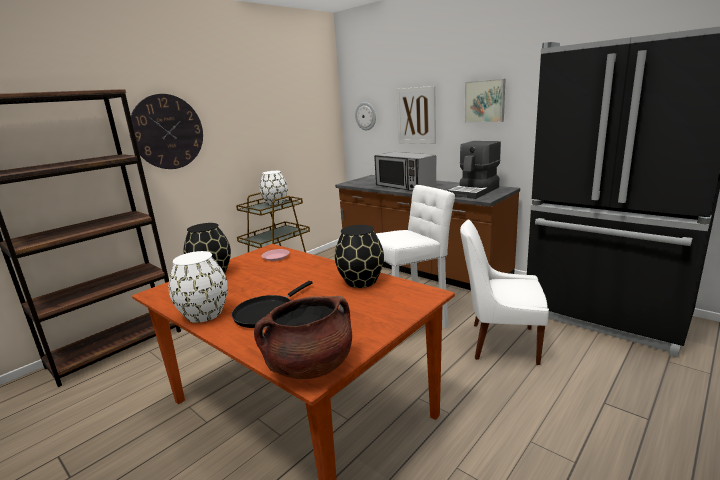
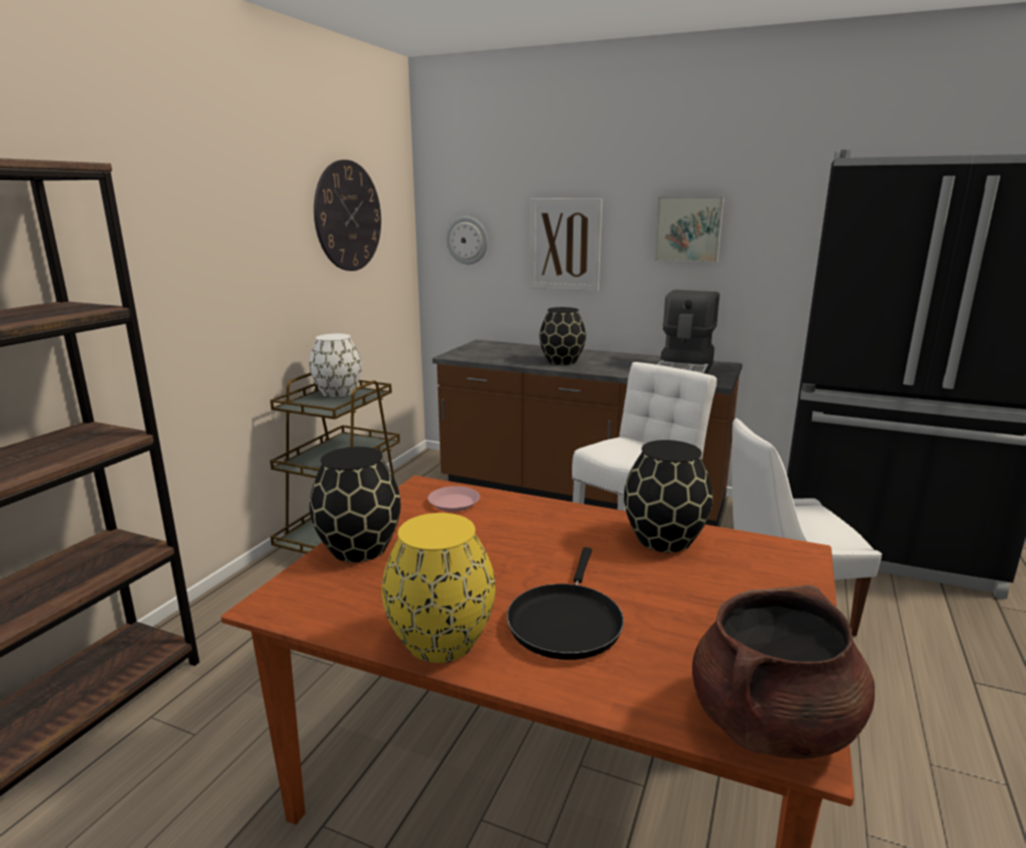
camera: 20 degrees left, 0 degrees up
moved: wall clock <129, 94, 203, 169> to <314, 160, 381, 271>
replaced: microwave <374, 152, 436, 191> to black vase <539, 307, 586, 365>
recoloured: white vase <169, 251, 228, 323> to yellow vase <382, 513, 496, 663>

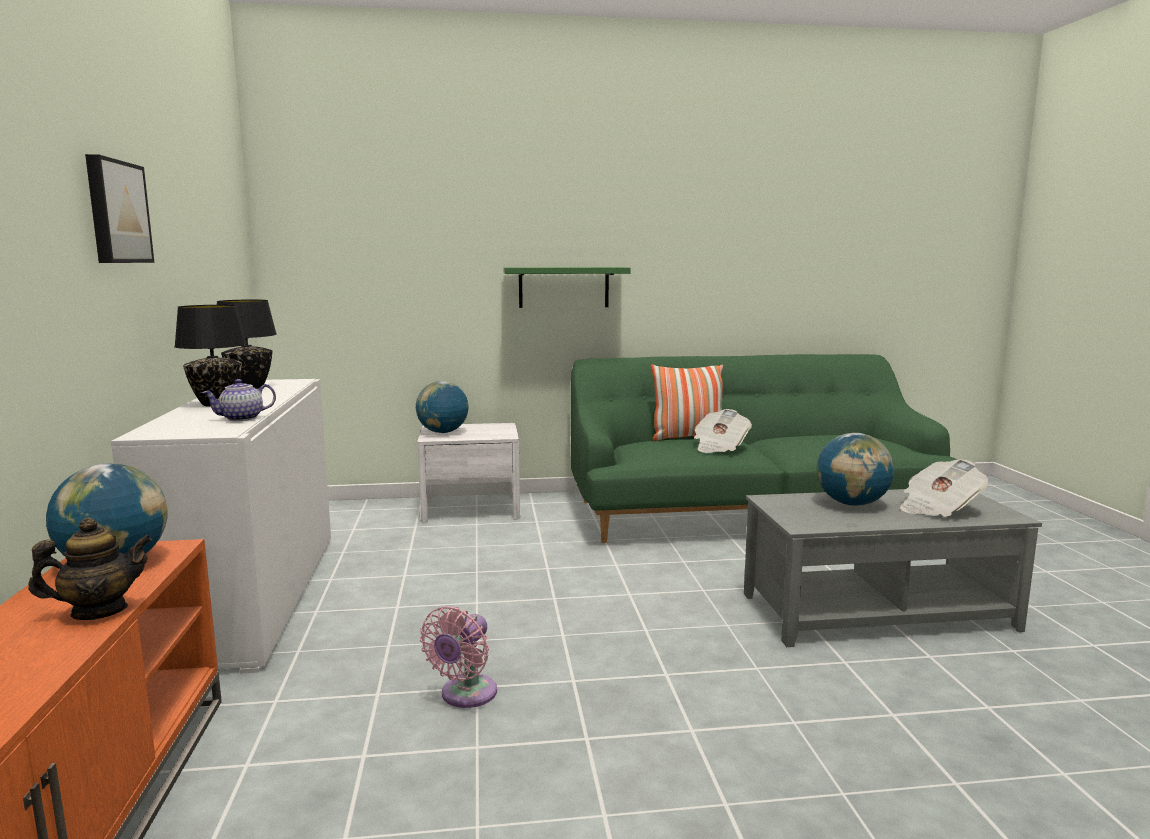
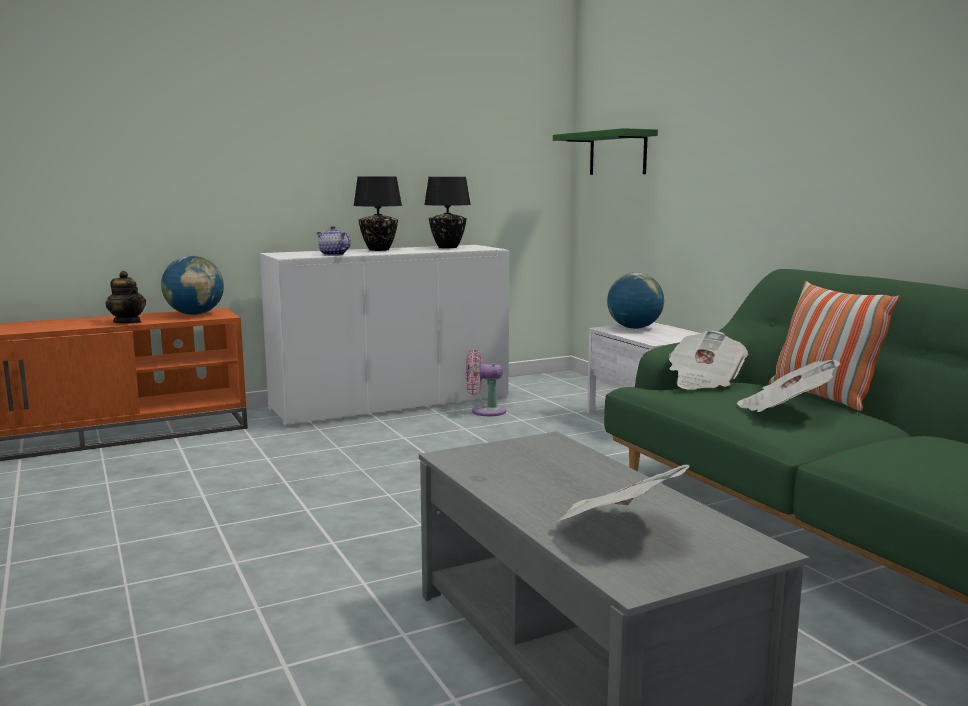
camera: 70 degrees right, 0 degrees up
removed: picture <85, 154, 155, 263>; globe <817, 433, 894, 506>
added: newspaper <668, 330, 748, 390>
moved: pink fan <420, 606, 497, 708> to <466, 349, 506, 416>; green shelf <503, 267, 631, 308> to <553, 128, 658, 175>

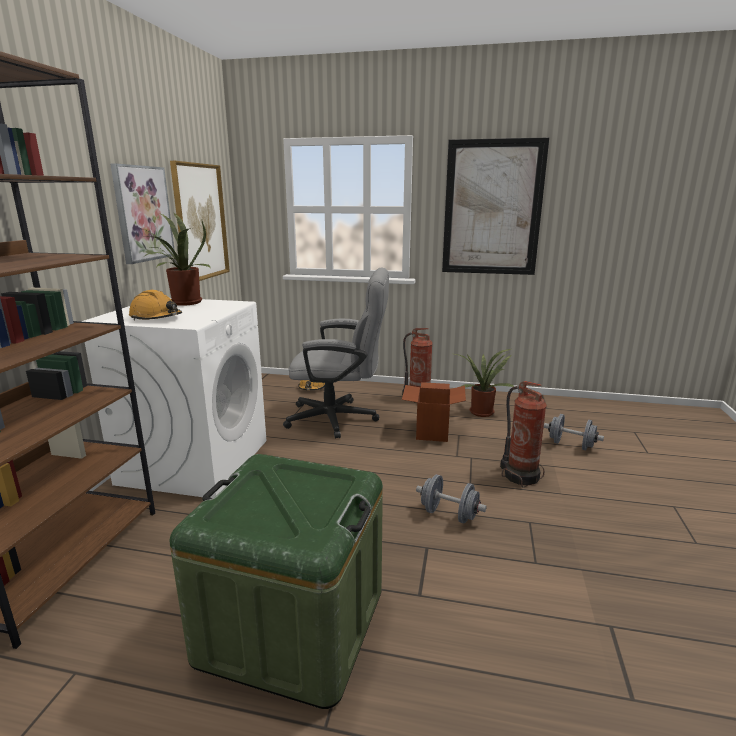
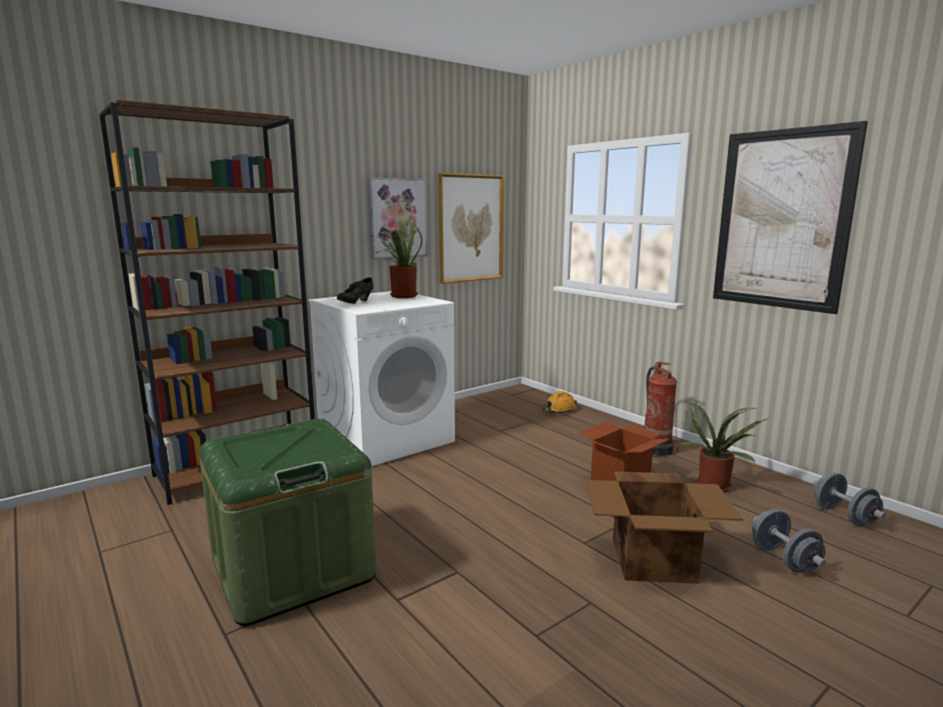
camera: 40 degrees right, 5 degrees down
removed: grey office chair <283, 268, 389, 438>
moved: grey dumbbell <416, 474, 487, 524> to <813, 473, 886, 526>
replaced: orange hard hat <129, 290, 182, 321> to black shoe <336, 277, 373, 304>; fire extinguisher <500, 381, 547, 487> to cardboard box <586, 472, 743, 584>

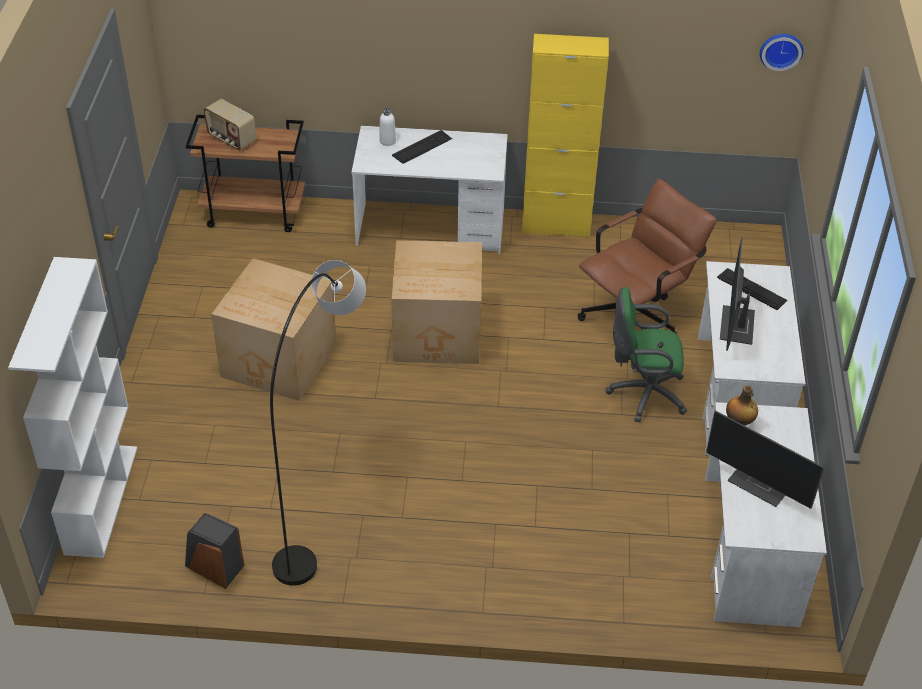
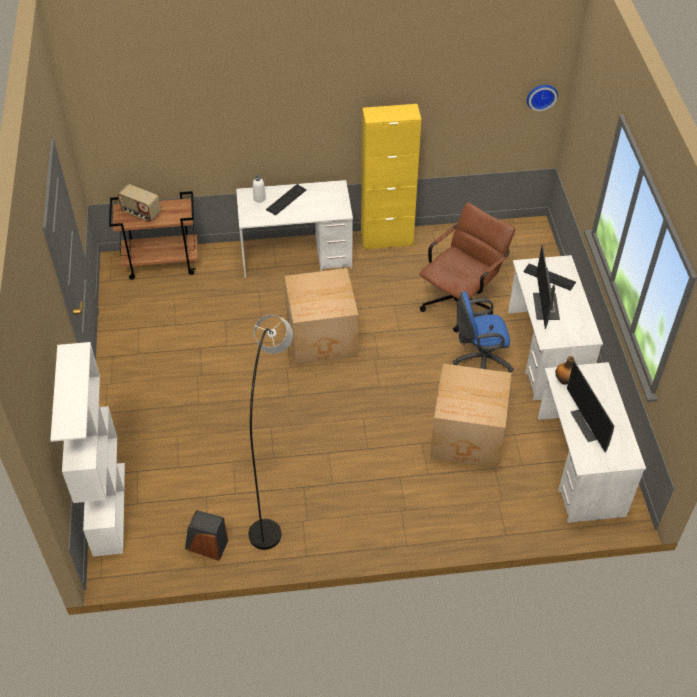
camera: 10 degrees left, 5 degrees up
moved: cardboard box <211, 258, 336, 401> to <430, 363, 511, 468>
recoloured: green office chair <606, 287, 687, 422> to blue office chair <453, 291, 514, 373>
turned: monitor <706, 410, 824, 509> = <567, 361, 614, 452> 45 degrees clockwise

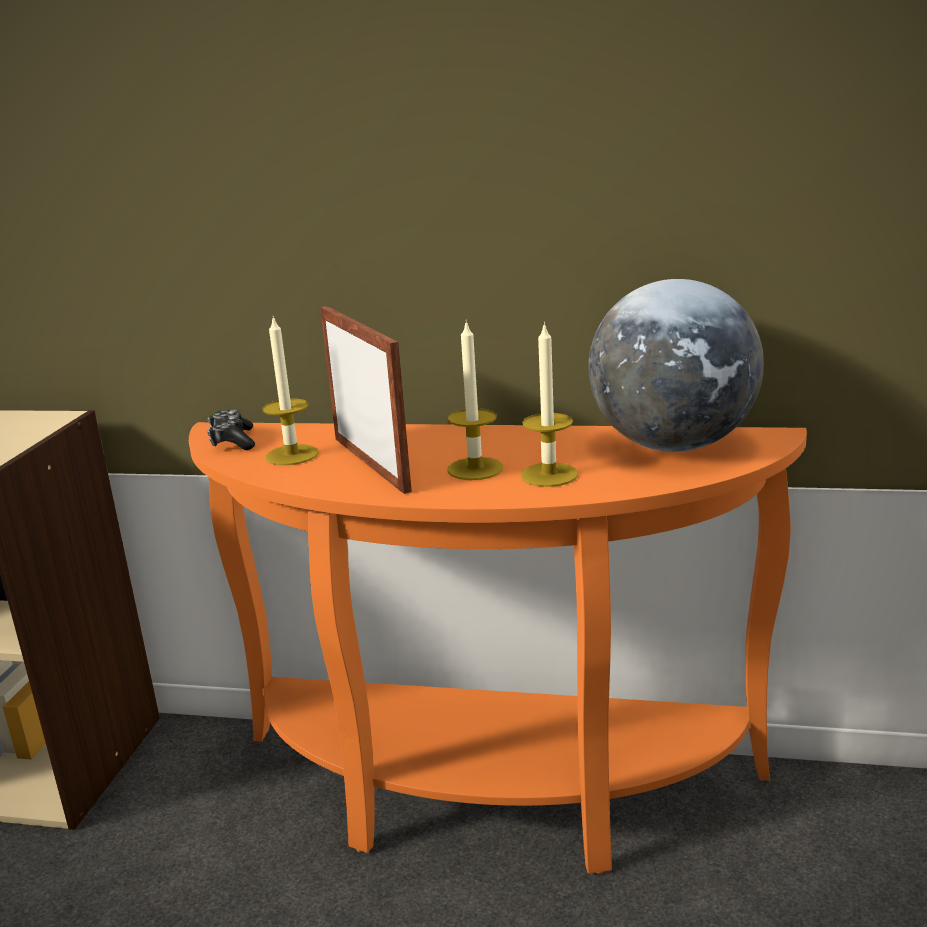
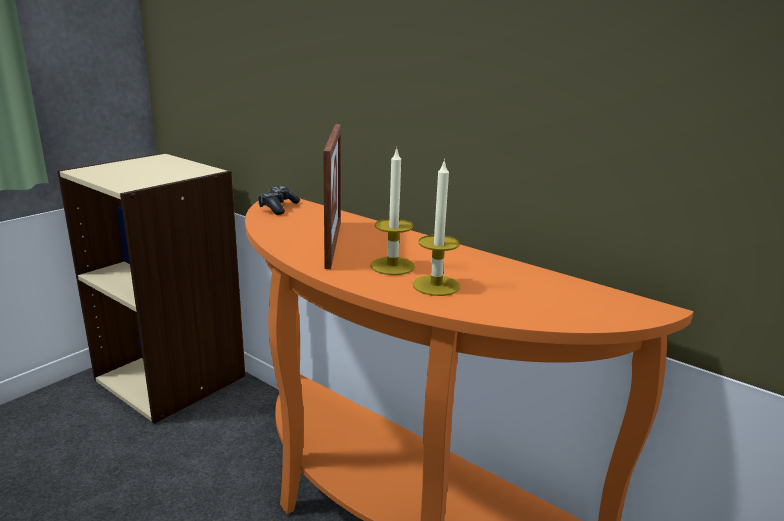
camera: 25 degrees right, 0 degrees up
removed: candle <262, 316, 319, 465>; globe <588, 279, 764, 452>

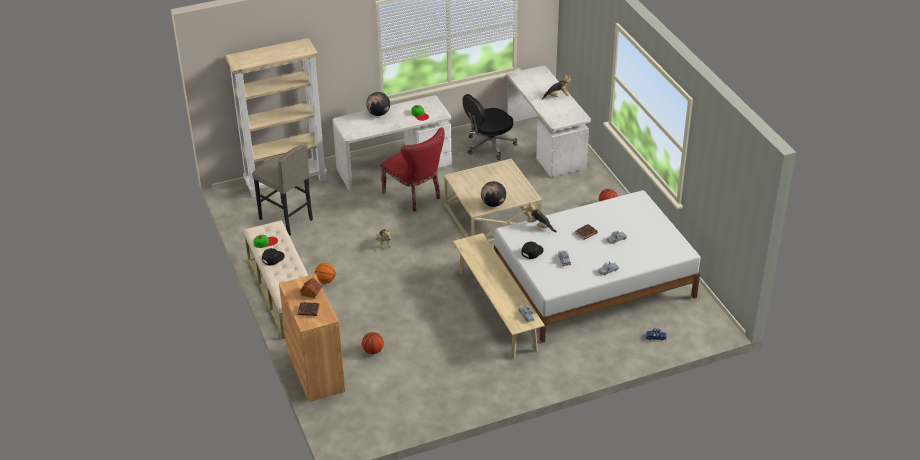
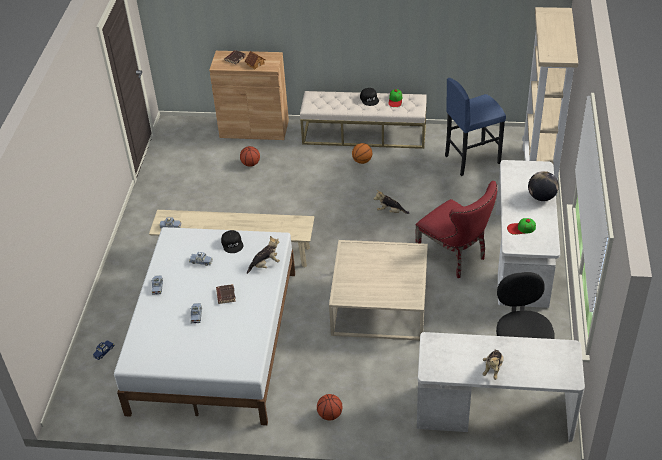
camera: 120 degrees right, 5 degrees up
removed: globe <481, 181, 506, 207>
recoloured: grey stool <252, 145, 313, 236> to blue stool <445, 78, 506, 176>
turned: red chair <380, 127, 445, 212> = <415, 181, 497, 278> 120 degrees counterclockwise

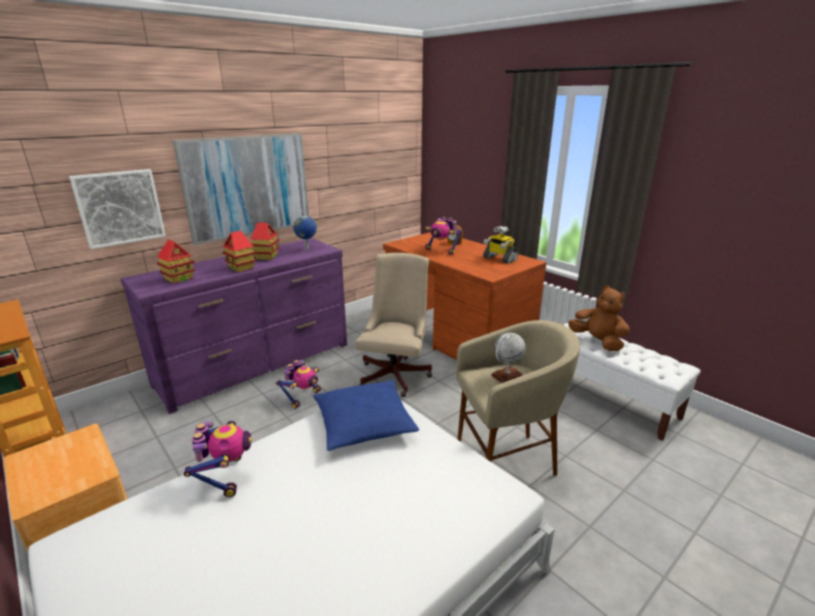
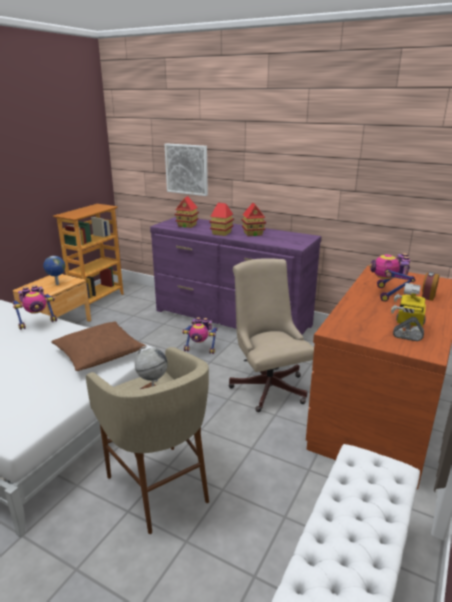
camera: 70 degrees right, 0 degrees up
removed: picture <173, 133, 309, 245>; brown plush toy <568, 285, 629, 351>
moved: globe <293, 216, 317, 250> to <43, 256, 65, 285>
recoloured: blue pillow <313, 380, 419, 451> to brown pillow <51, 321, 147, 371>
turned: beige office chair <355, 253, 432, 397> = <229, 258, 314, 412> 105 degrees counterclockwise

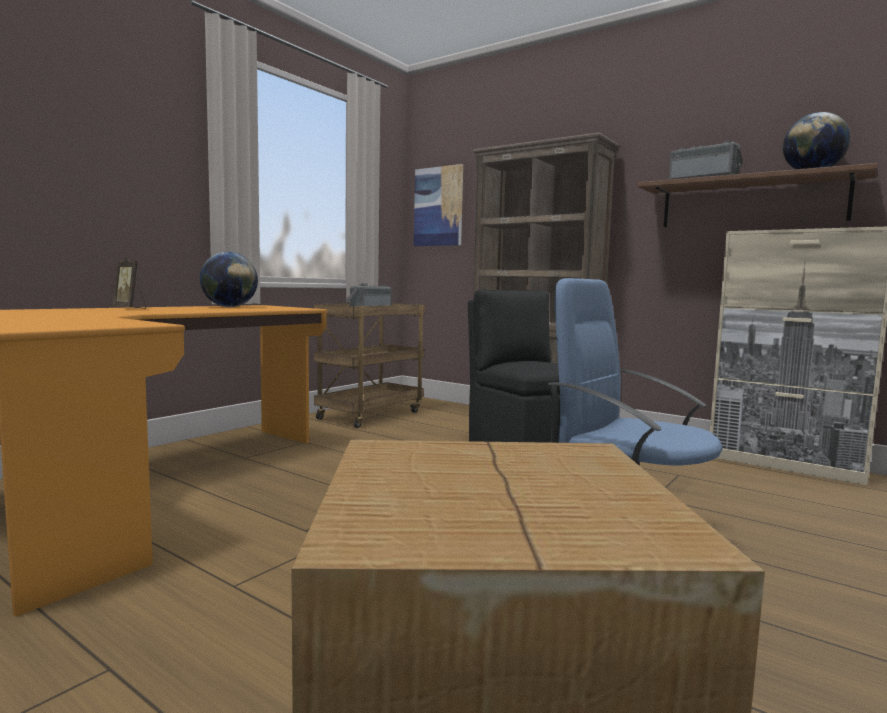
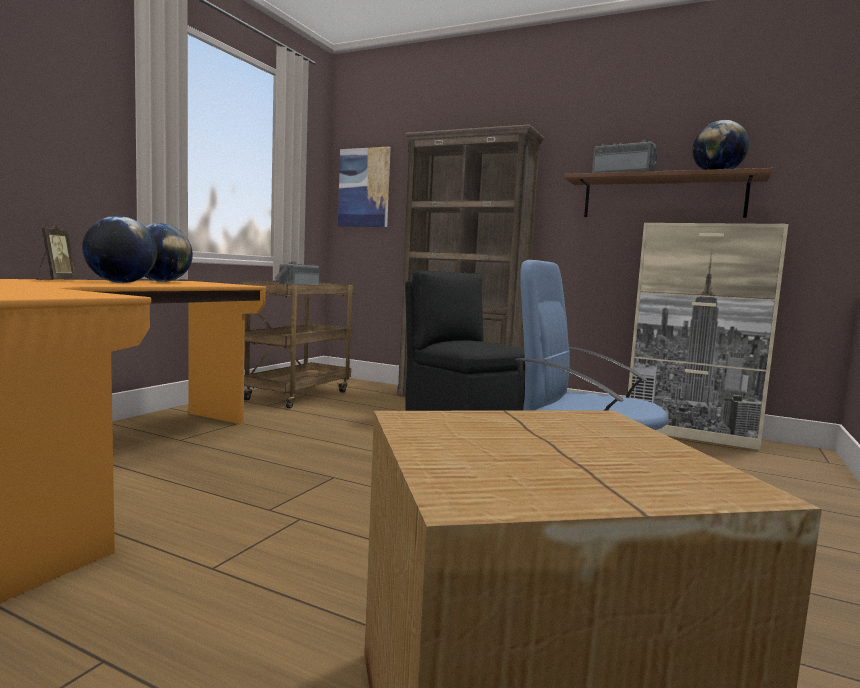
camera: 10 degrees left, 0 degrees up
added: globe <82, 216, 157, 283>
turned: picture frame <113, 256, 146, 309> = <36, 223, 77, 280> 120 degrees counterclockwise

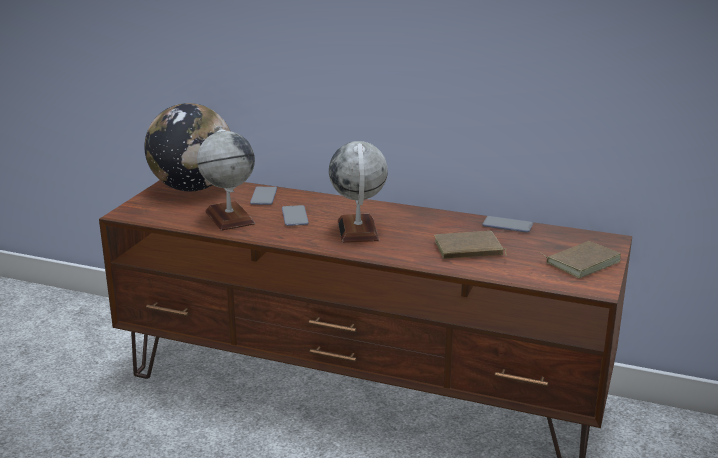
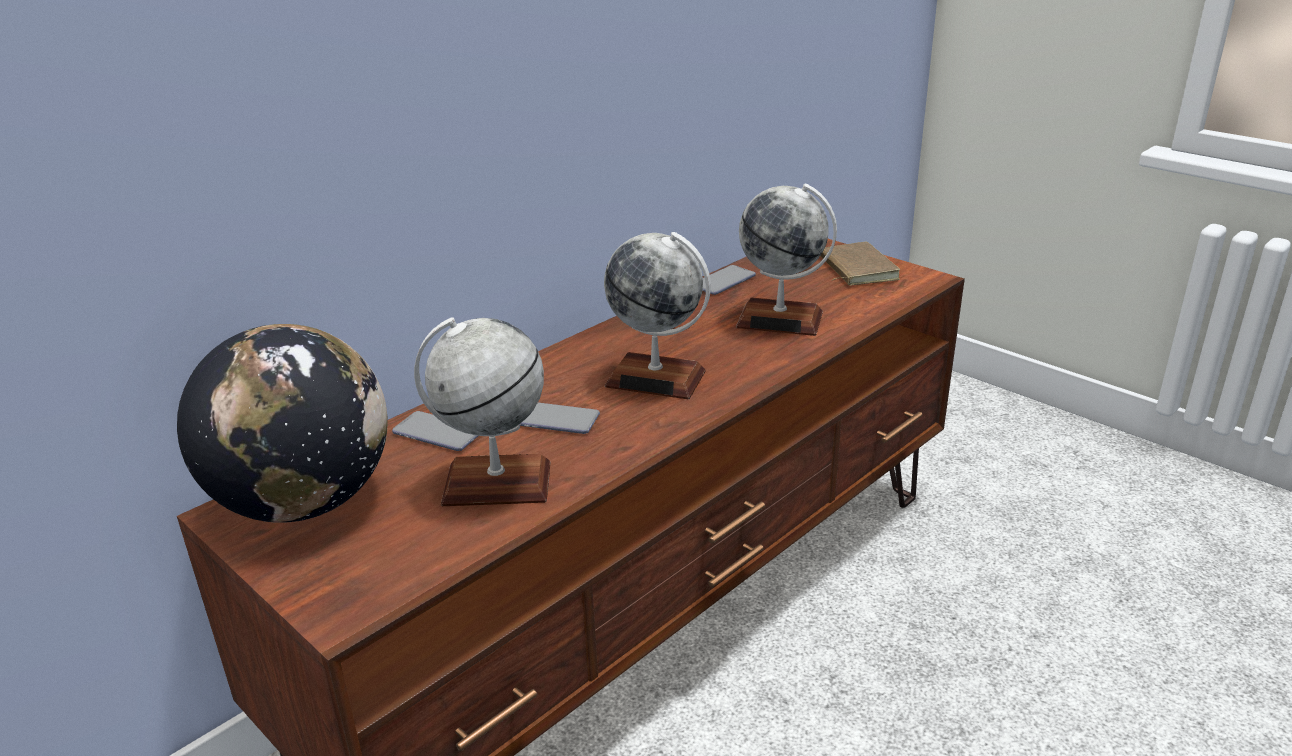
camera: 65 degrees left, 5 degrees up
replaced: brown book <434, 231, 507, 259> to globe <736, 184, 837, 336>

